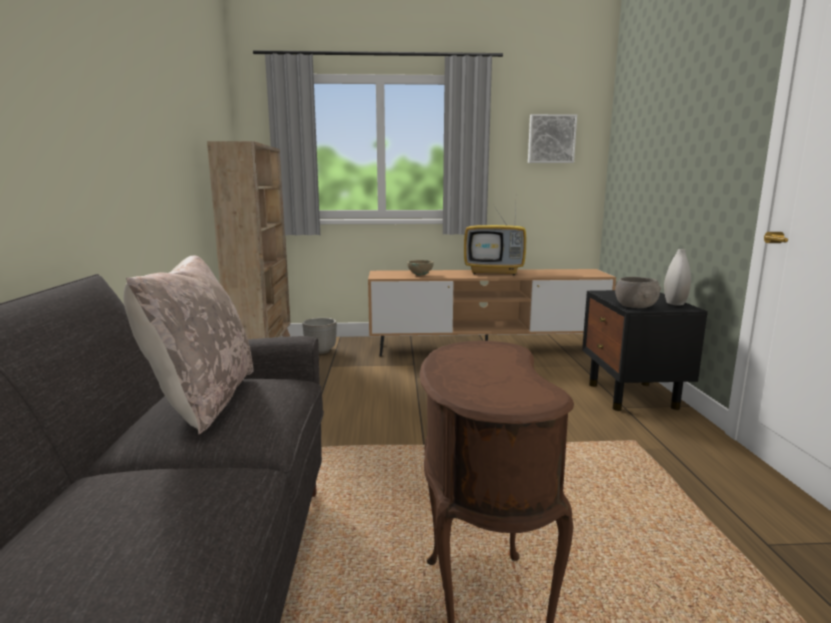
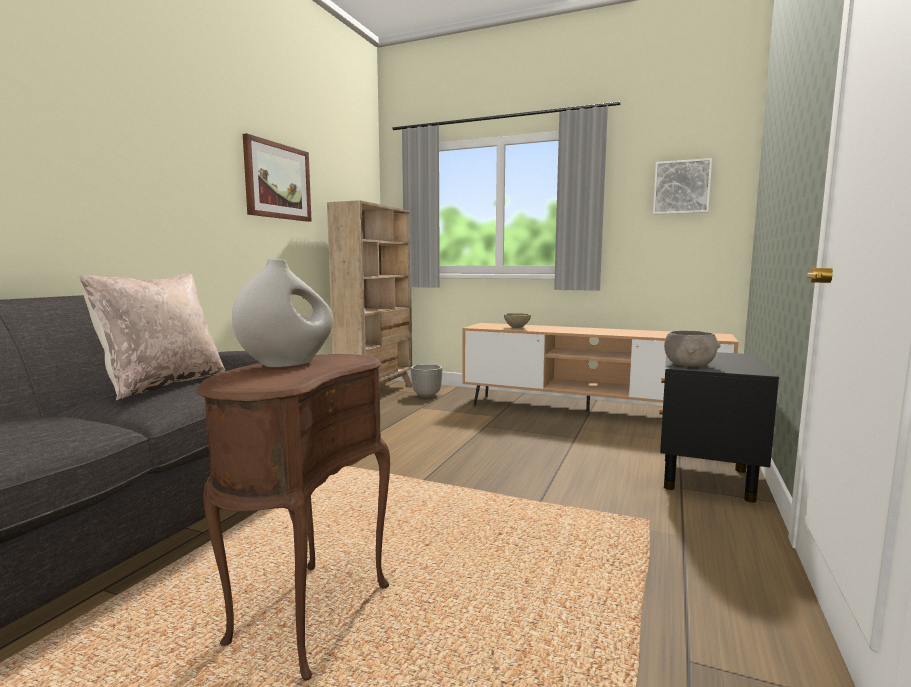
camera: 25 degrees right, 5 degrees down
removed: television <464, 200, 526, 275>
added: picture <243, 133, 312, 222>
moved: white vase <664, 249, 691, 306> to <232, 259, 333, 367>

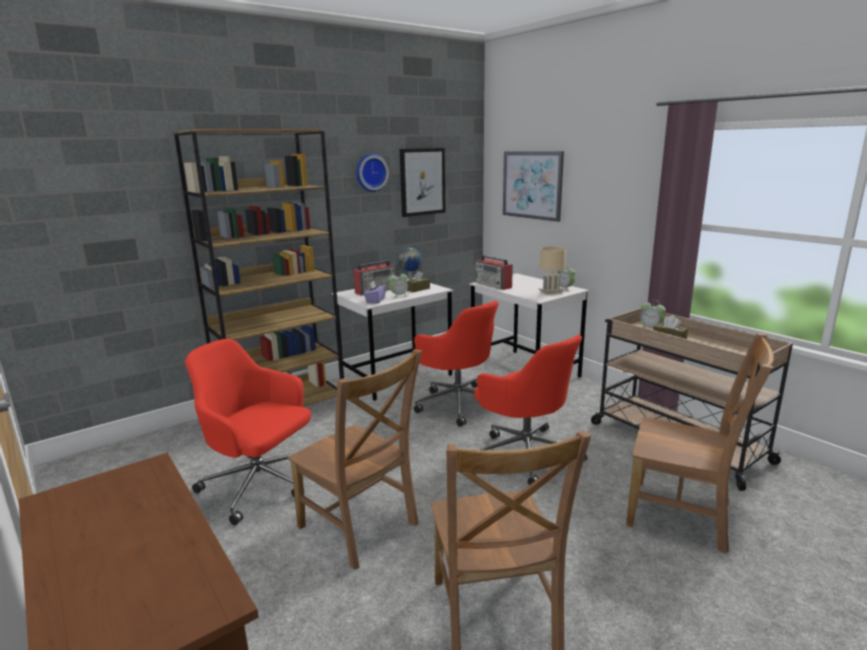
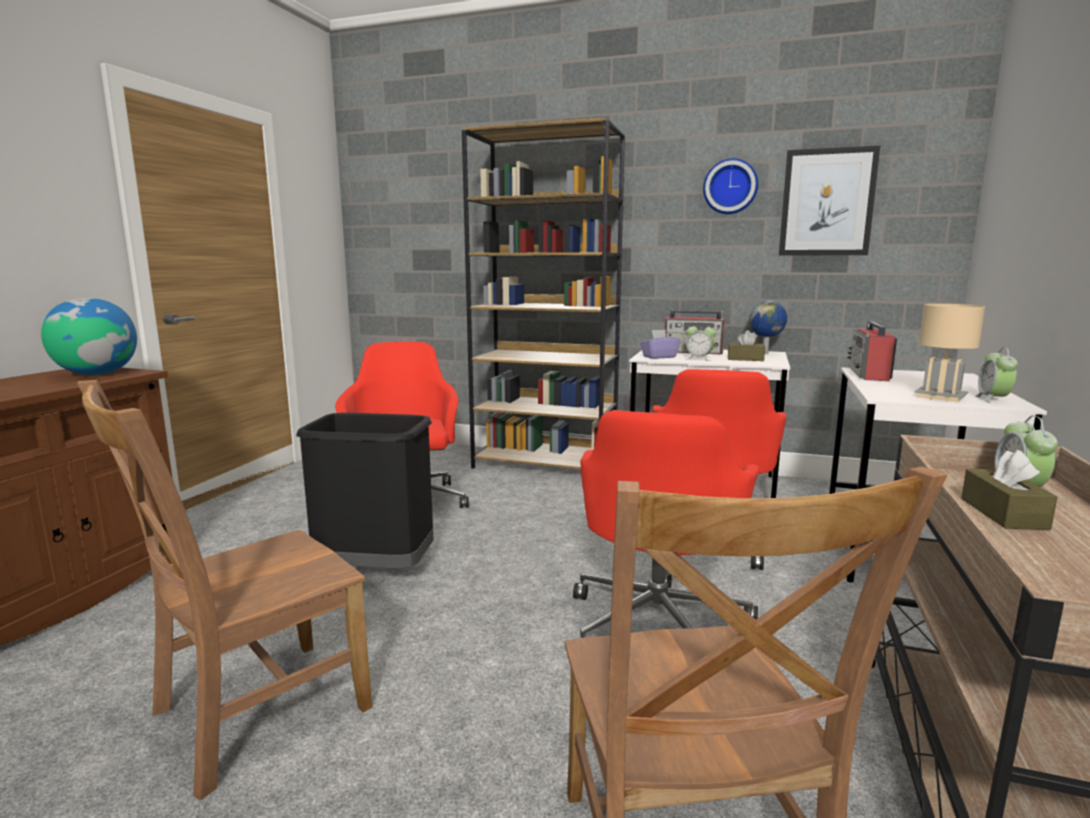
camera: 55 degrees right, 5 degrees down
removed: picture <503, 151, 564, 222>
added: globe <41, 298, 137, 375>
replaced: brown chair <288, 349, 422, 570> to black trash can <296, 413, 434, 569>

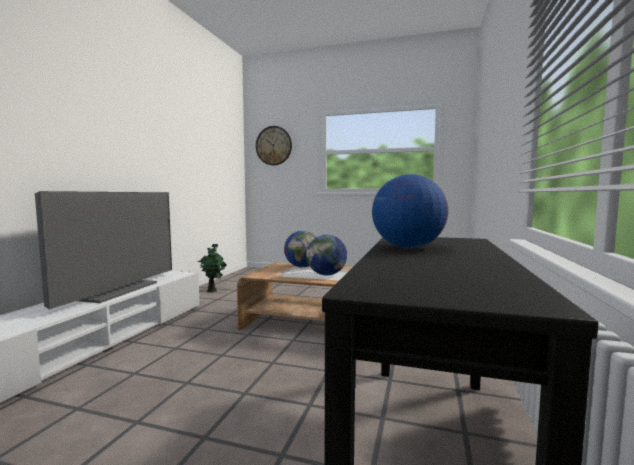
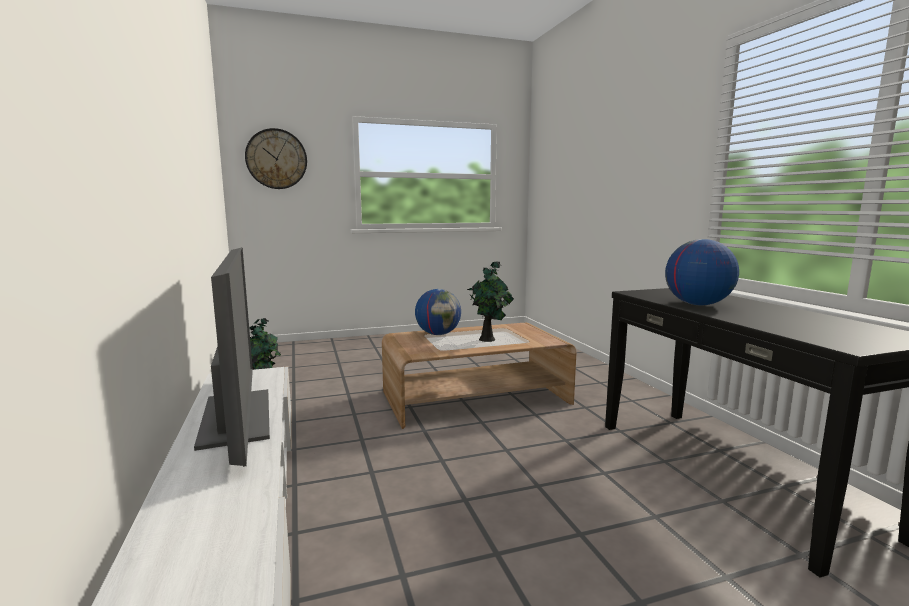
camera: 35 degrees left, 5 degrees up
replaced: globe <306, 235, 347, 275> to potted plant <467, 261, 514, 342>

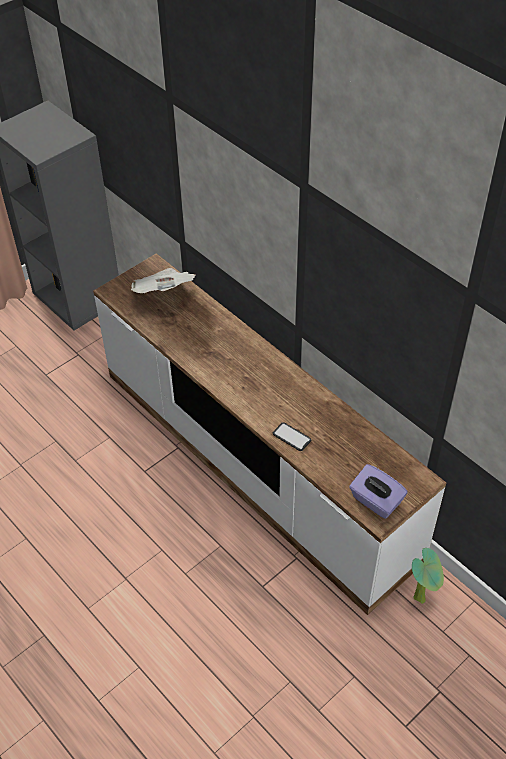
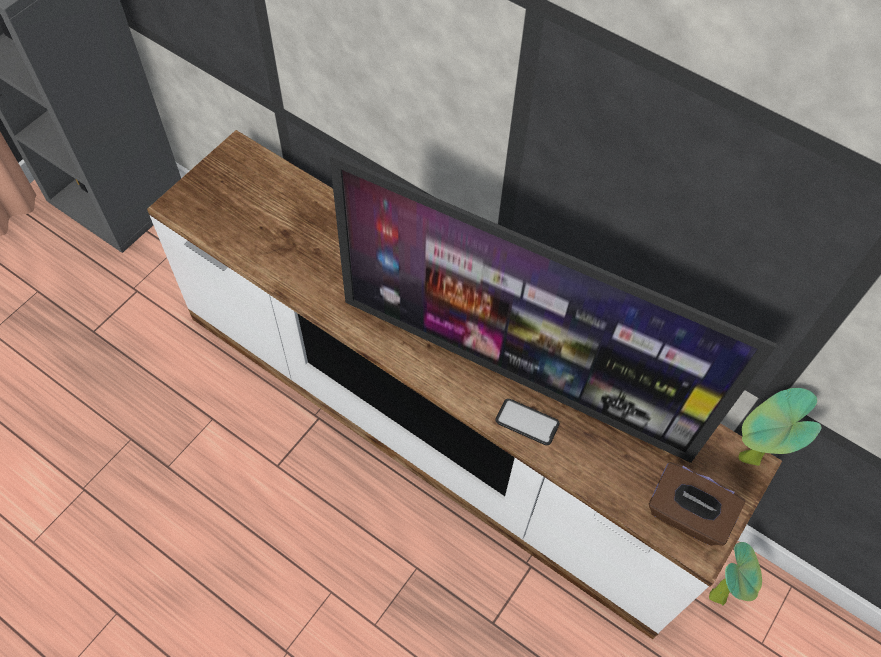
camera: 15 degrees left, 10 degrees up
removed: newspaper <131, 268, 195, 293>
added: television <330, 154, 777, 463>; potted plant <739, 388, 821, 466>
recoloured: purple tissue box <349, 464, 408, 519> to brown tissue box <649, 462, 745, 546>

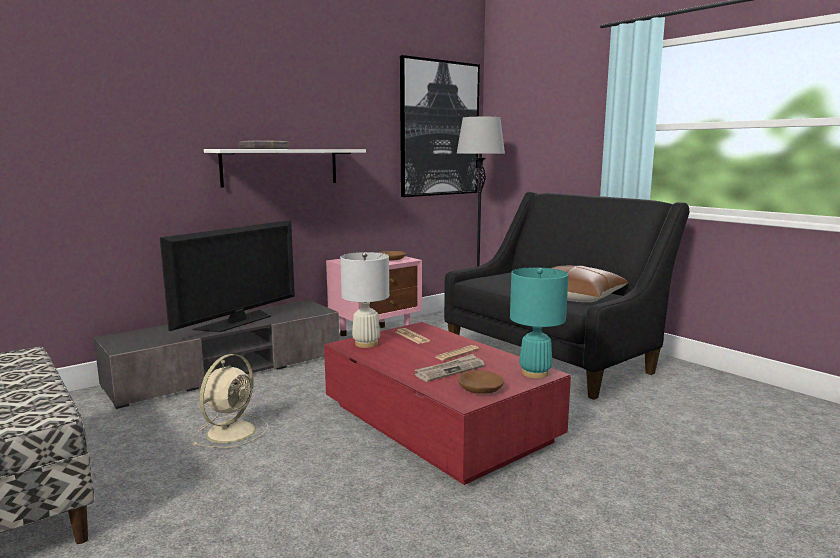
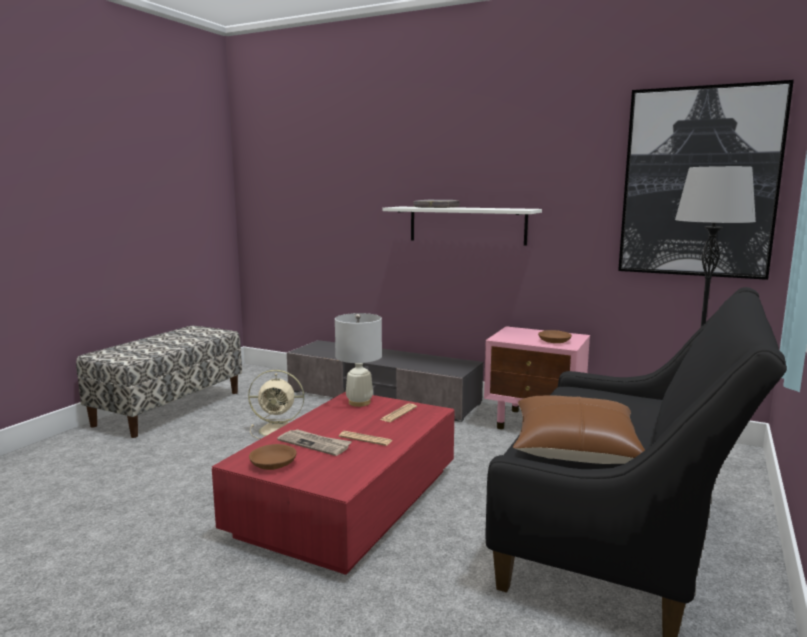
camera: 65 degrees right, 0 degrees up
removed: television <160, 220, 295, 332>; turquoise table lamp <510, 267, 568, 379>

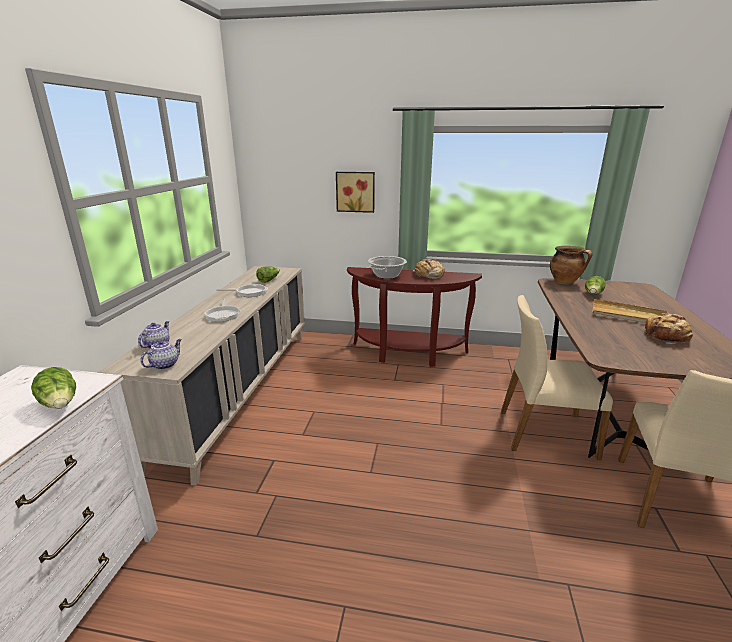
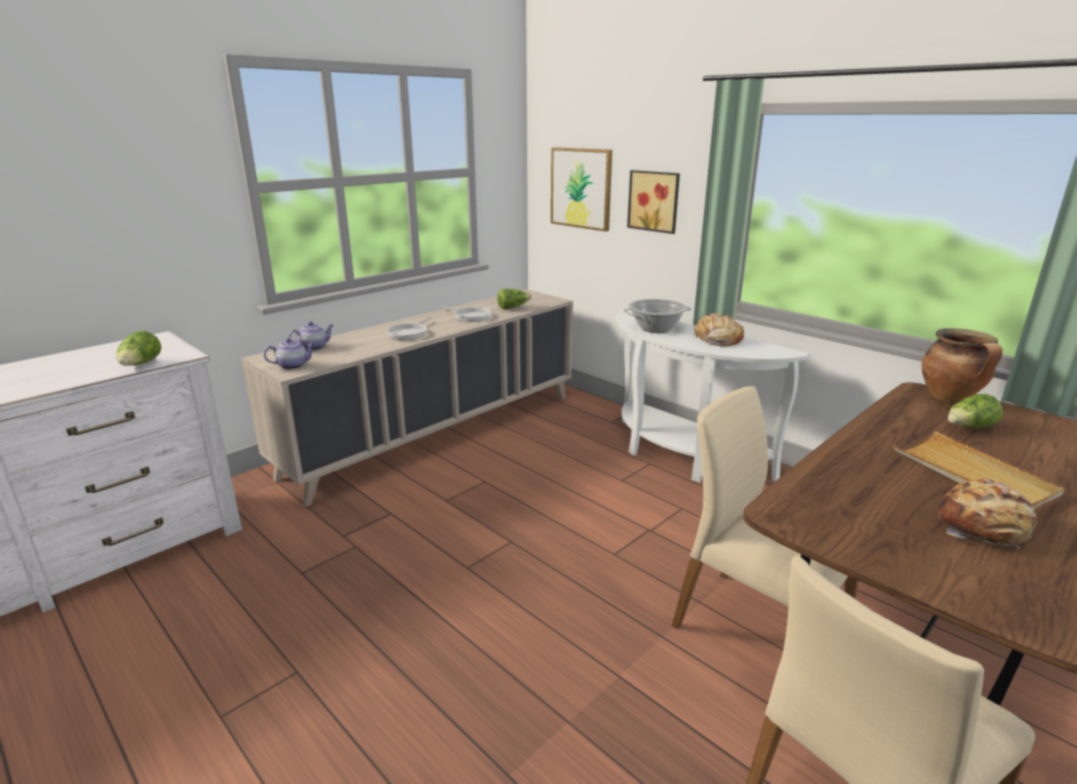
camera: 35 degrees right, 0 degrees up
added: picture <551, 147, 612, 232>
recoloured: brown console table <347, 267, 482, 367> to white console table <616, 309, 810, 483>

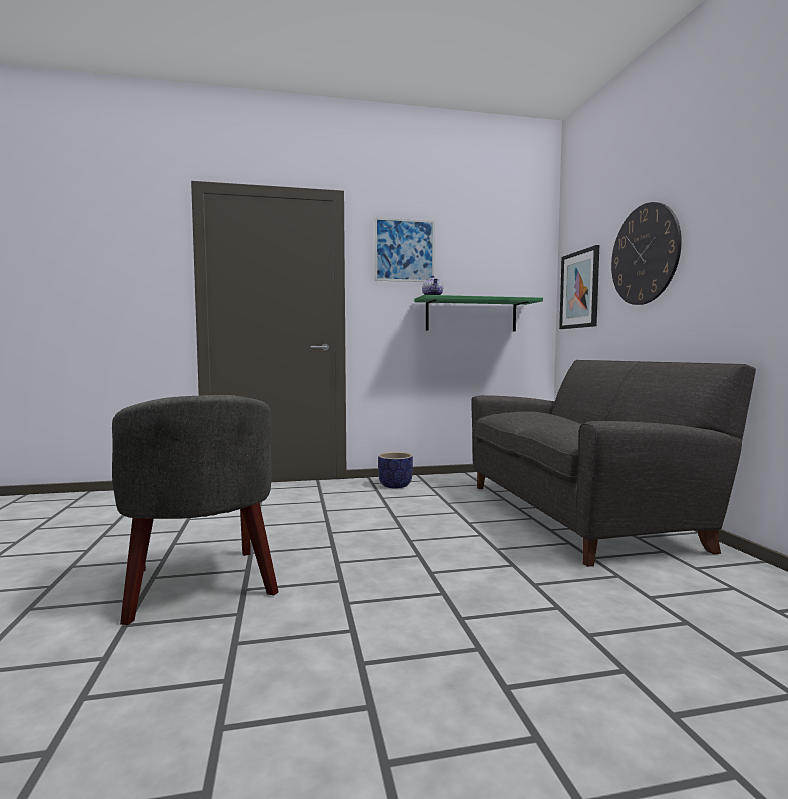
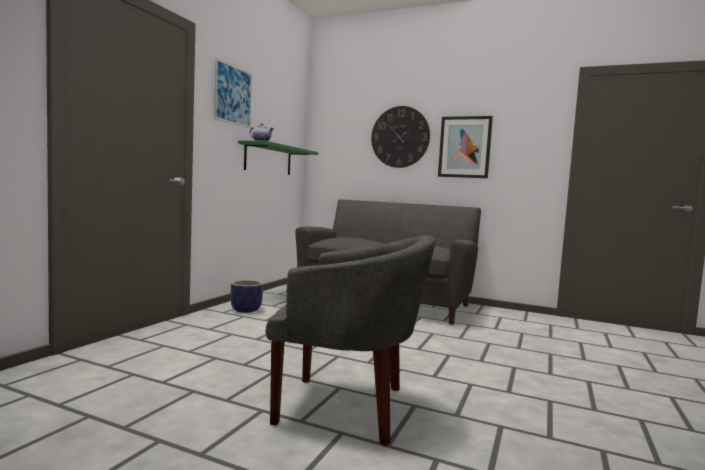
camera: 55 degrees left, 0 degrees up
moved: picture <559, 245, 599, 329> to <438, 116, 493, 178>

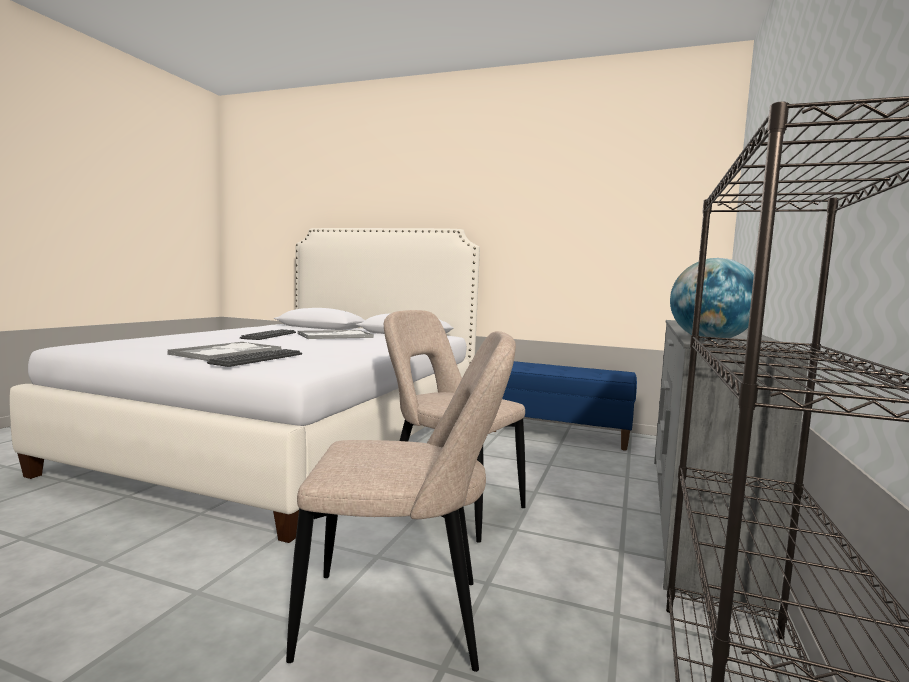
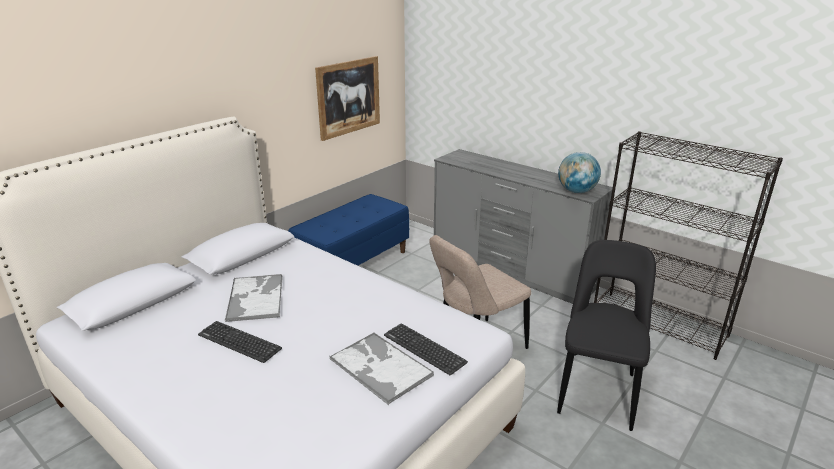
camera: 70 degrees left, 20 degrees up
added: picture <315, 56, 380, 141>
recoloured: beige chair <286, 331, 516, 672> to black chair <557, 240, 656, 431>

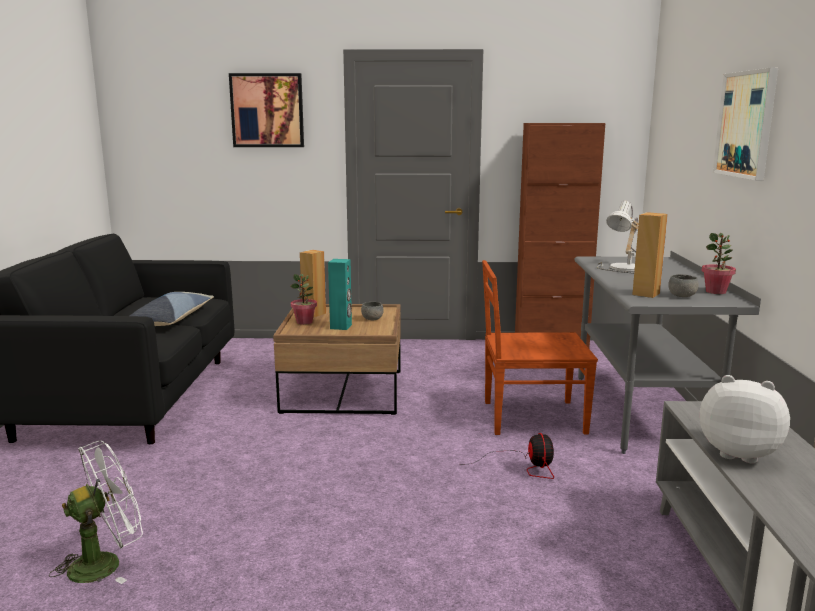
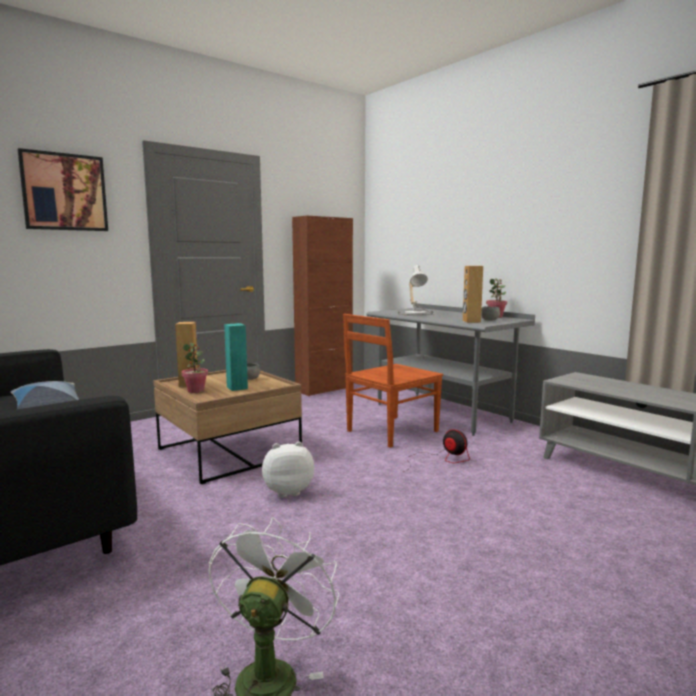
camera: 40 degrees left, 5 degrees down
removed: picture <713, 67, 778, 181>
moved: plush toy <700, 375, 790, 464> to <262, 442, 314, 497>

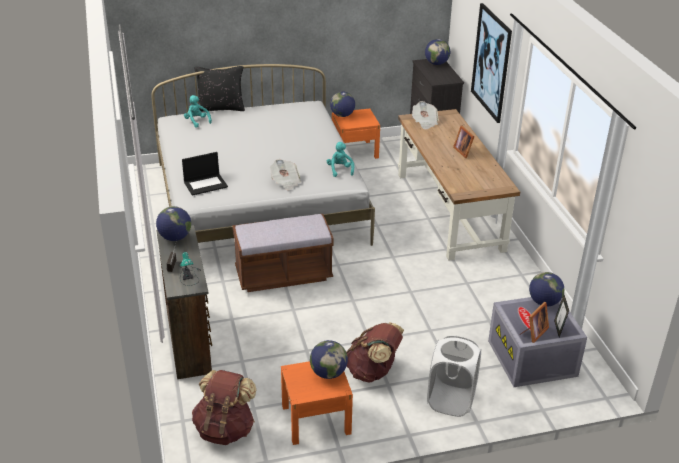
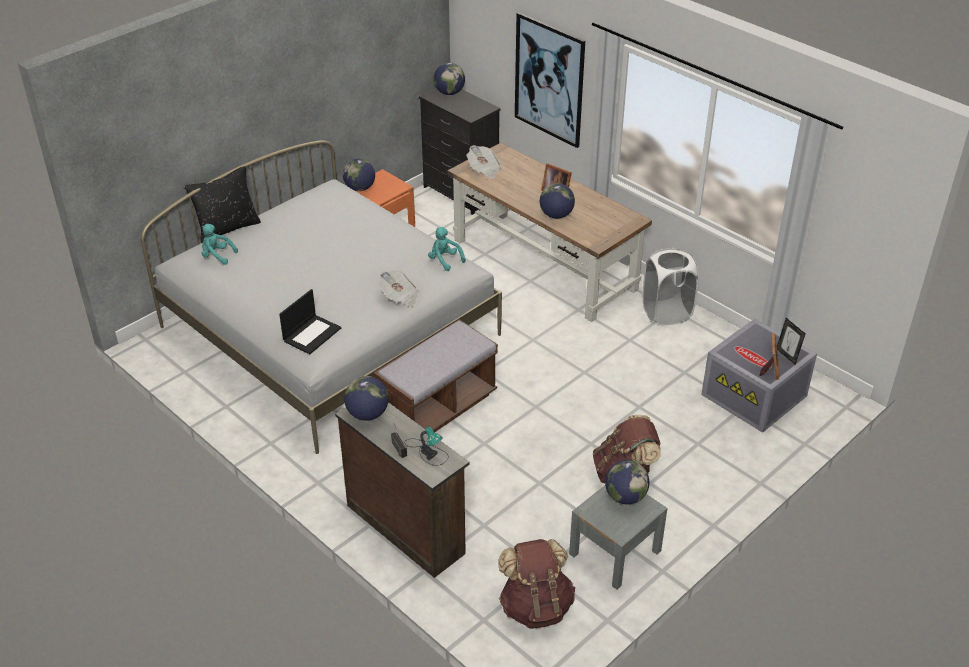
camera: 30 degrees left, 5 degrees up
moved: white laundry basket <427, 336, 481, 417> to <642, 248, 699, 325>; globe <529, 272, 565, 306> to <540, 183, 575, 219>
recoloured: orange nightstand <281, 361, 353, 445> to grey nightstand <569, 485, 667, 589>

